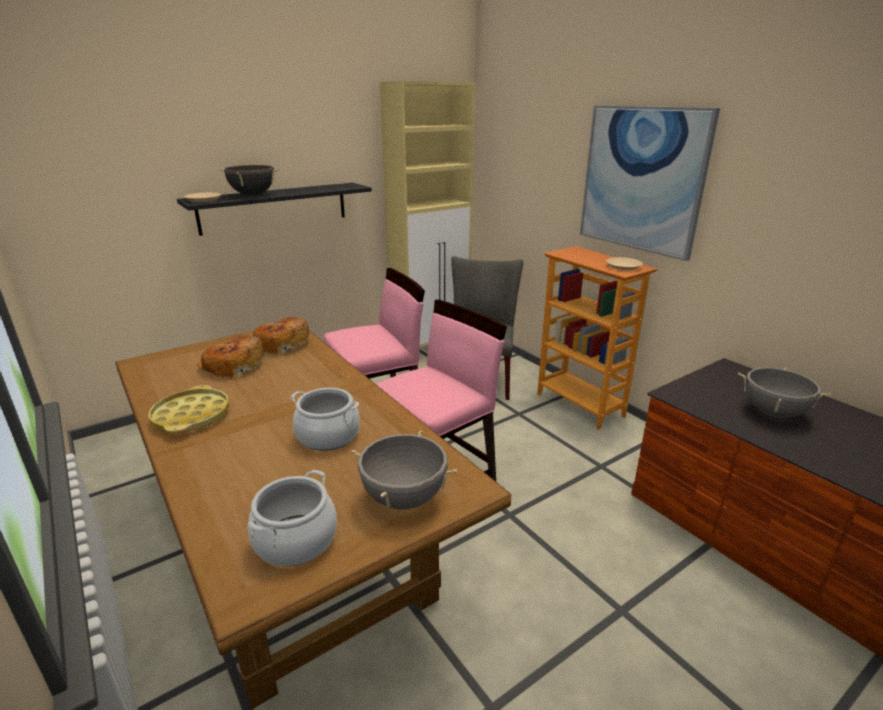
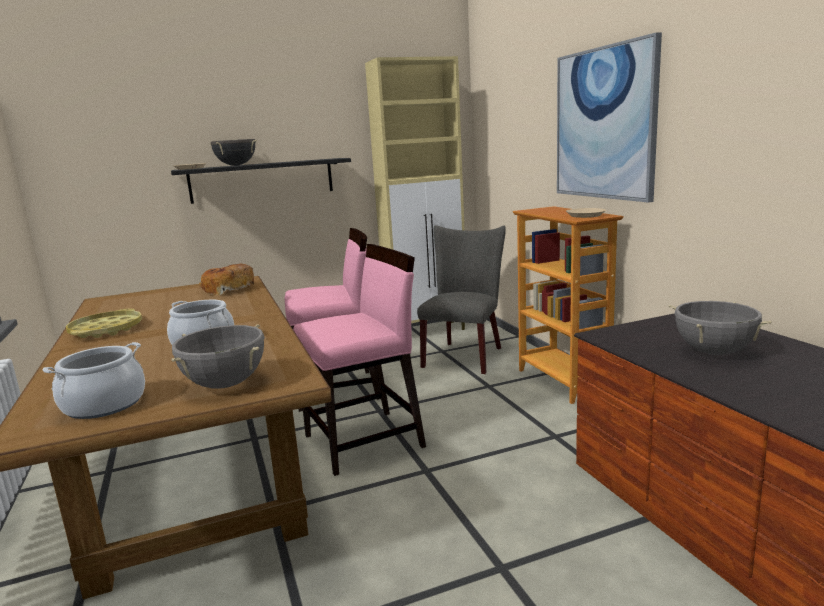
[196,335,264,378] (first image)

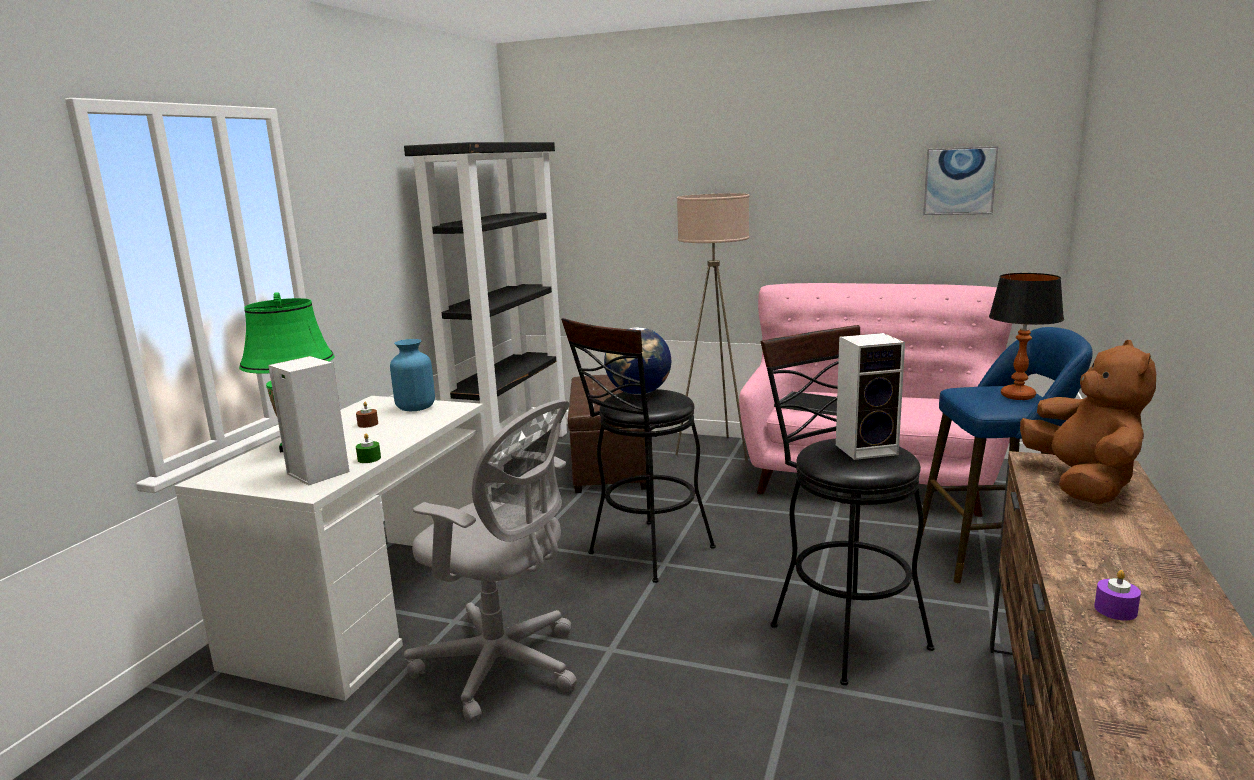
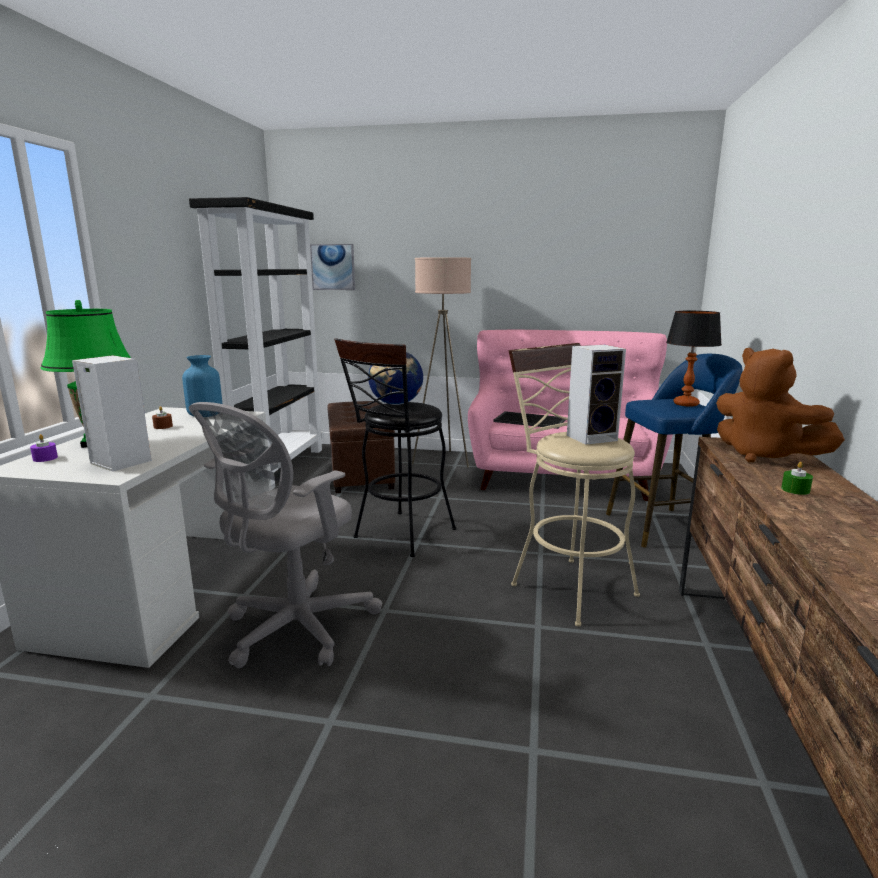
[781,462,813,495]
[310,244,355,290]
[30,434,58,462]
[509,343,640,626]
[189,402,382,668]
[716,348,845,462]

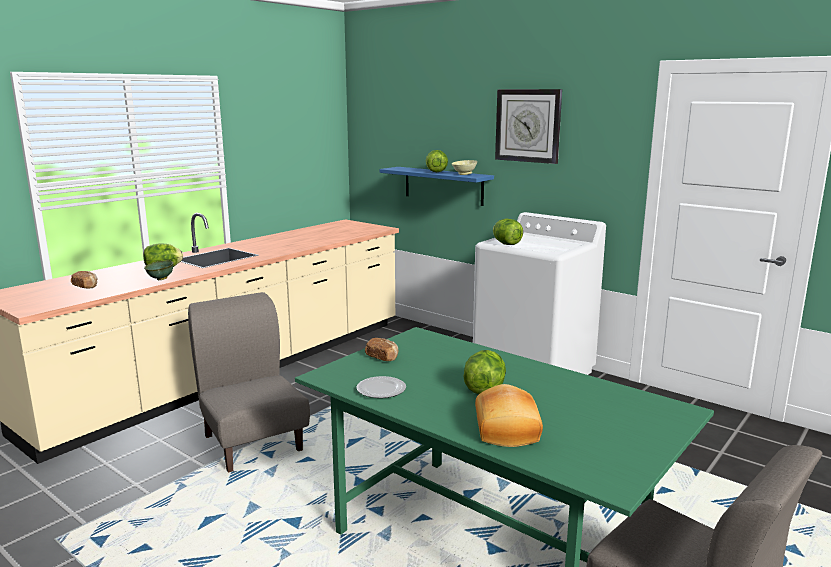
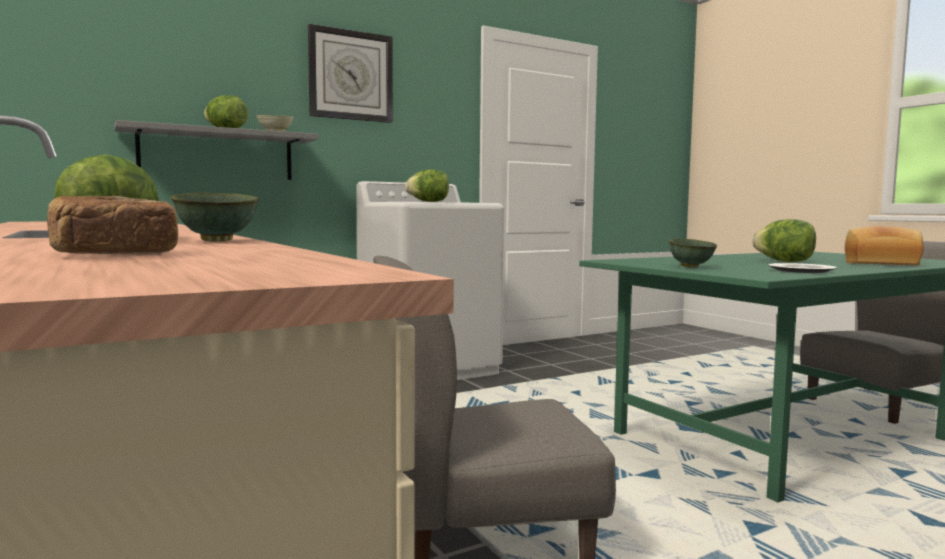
[669,239,717,268]
[114,120,319,180]

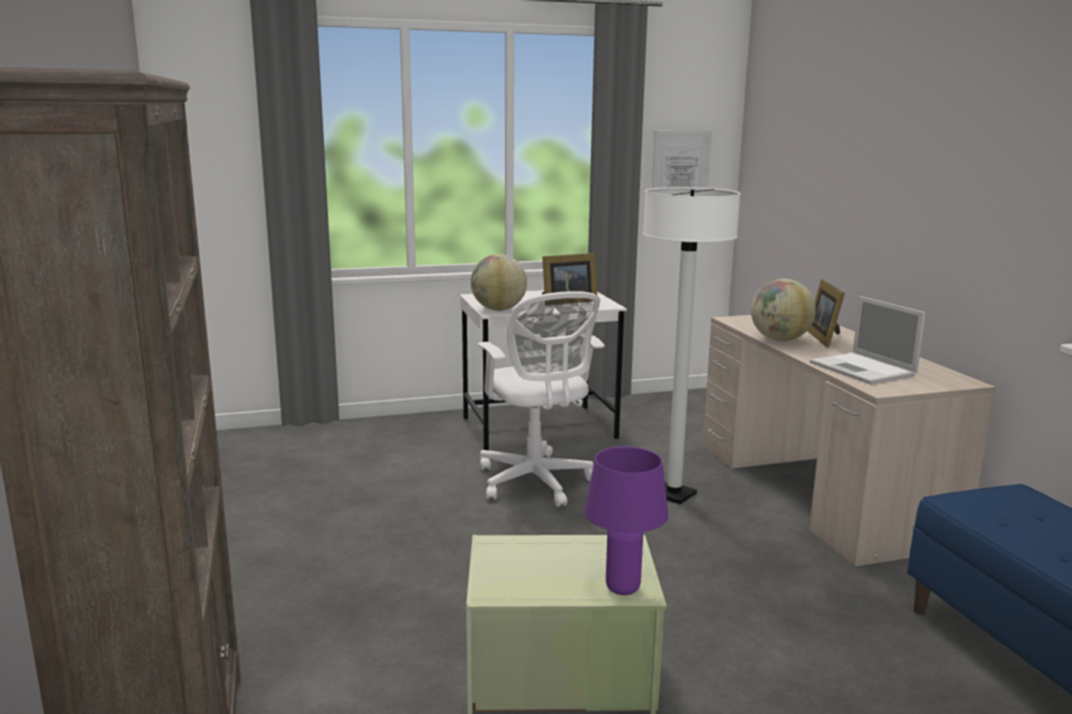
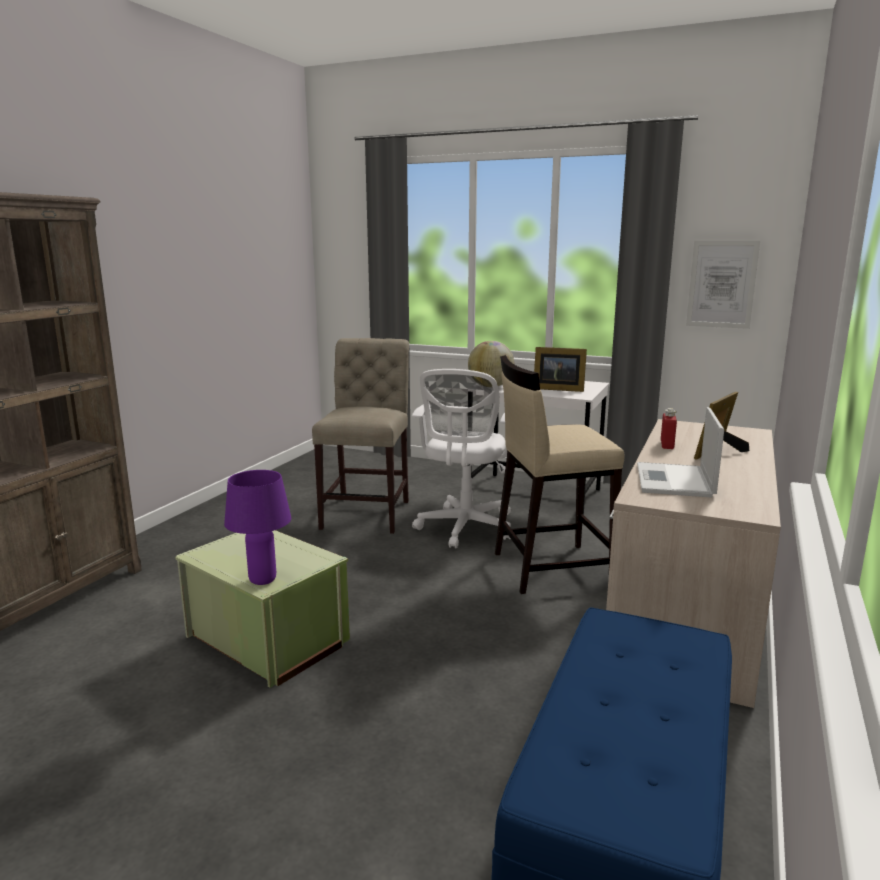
[312,338,409,534]
[495,355,625,594]
[661,408,677,449]

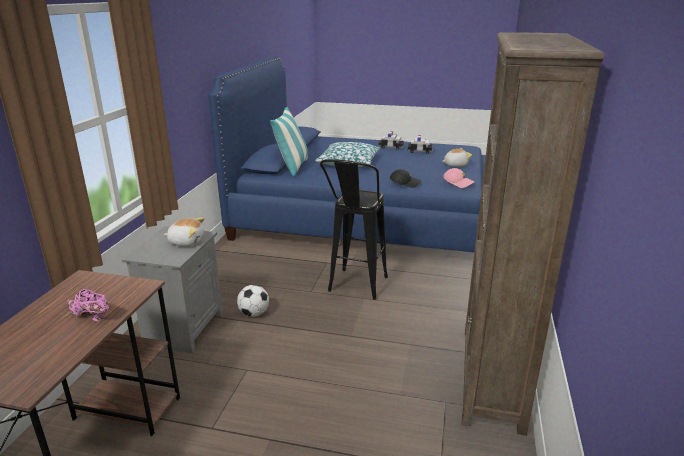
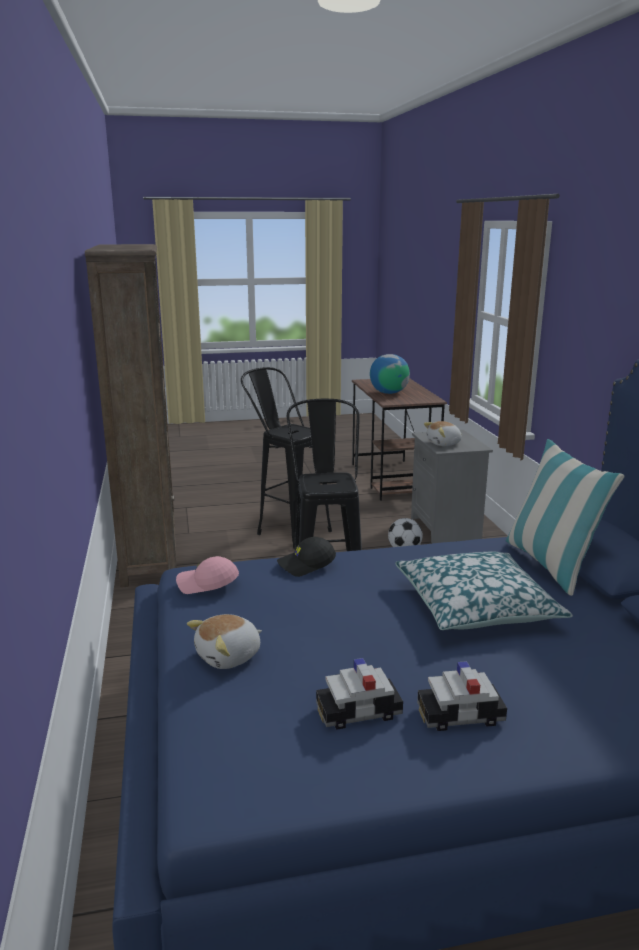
[241,367,332,549]
[370,354,410,394]

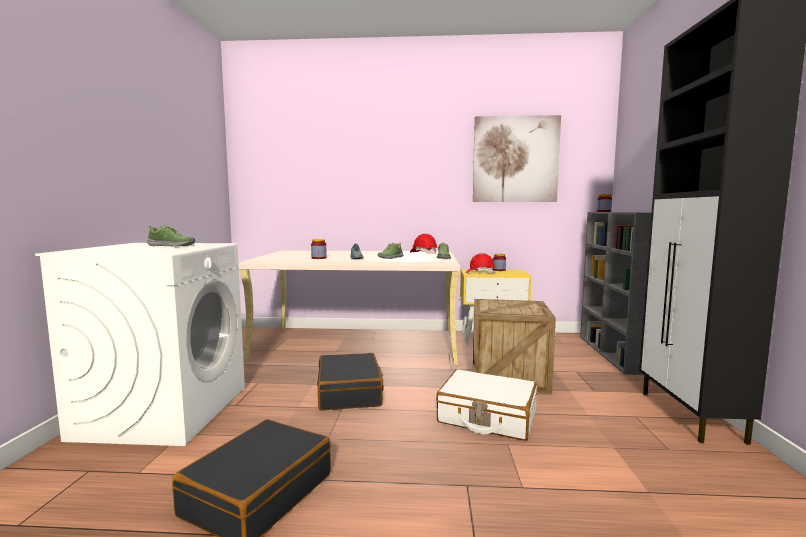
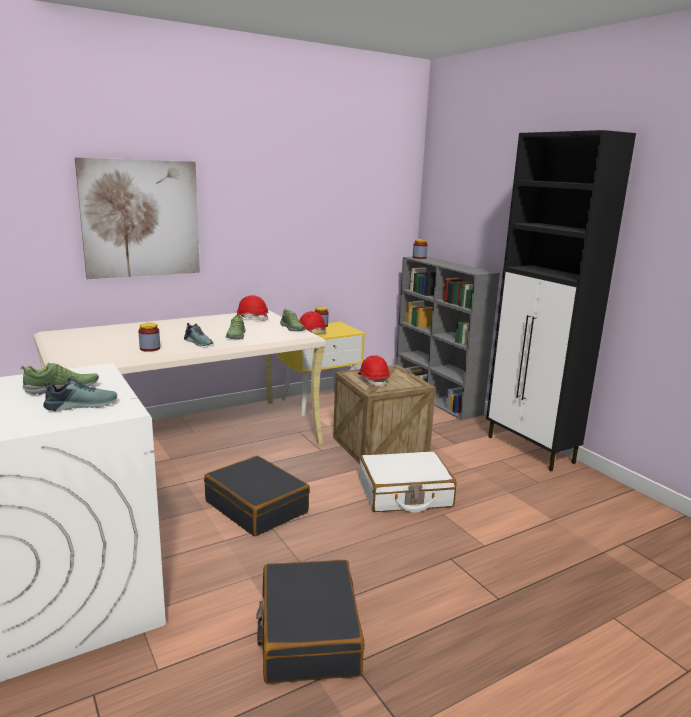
[43,376,117,411]
[358,355,390,387]
[75,158,200,279]

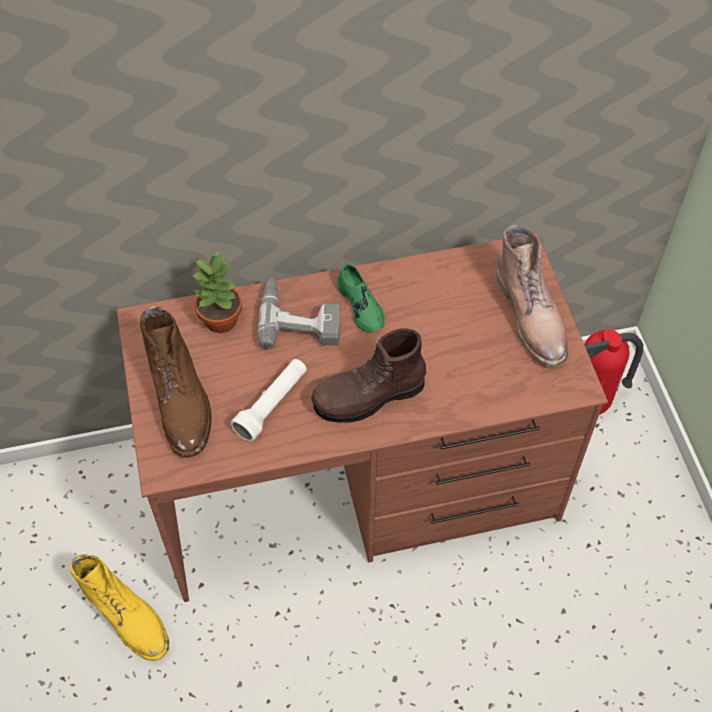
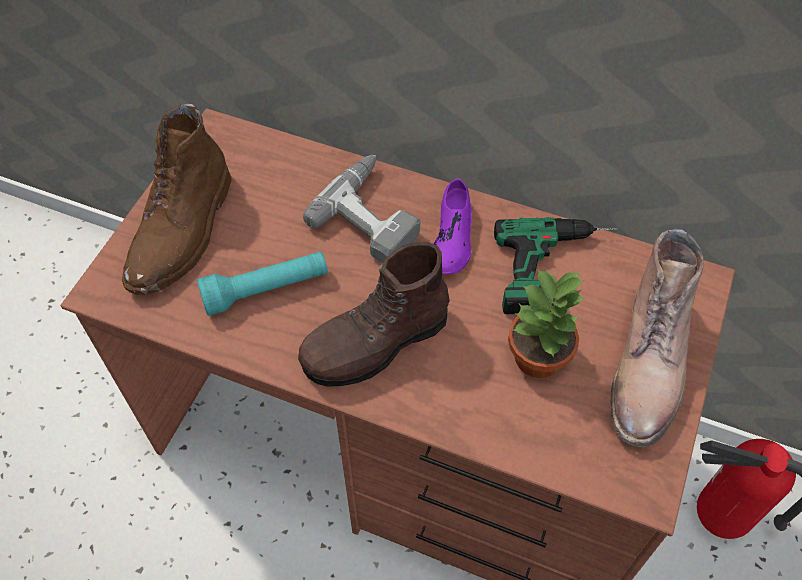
[70,554,169,661] (first image)
[494,217,618,314]
[508,268,586,378]
[197,252,328,316]
[433,178,472,274]
[298,242,450,387]

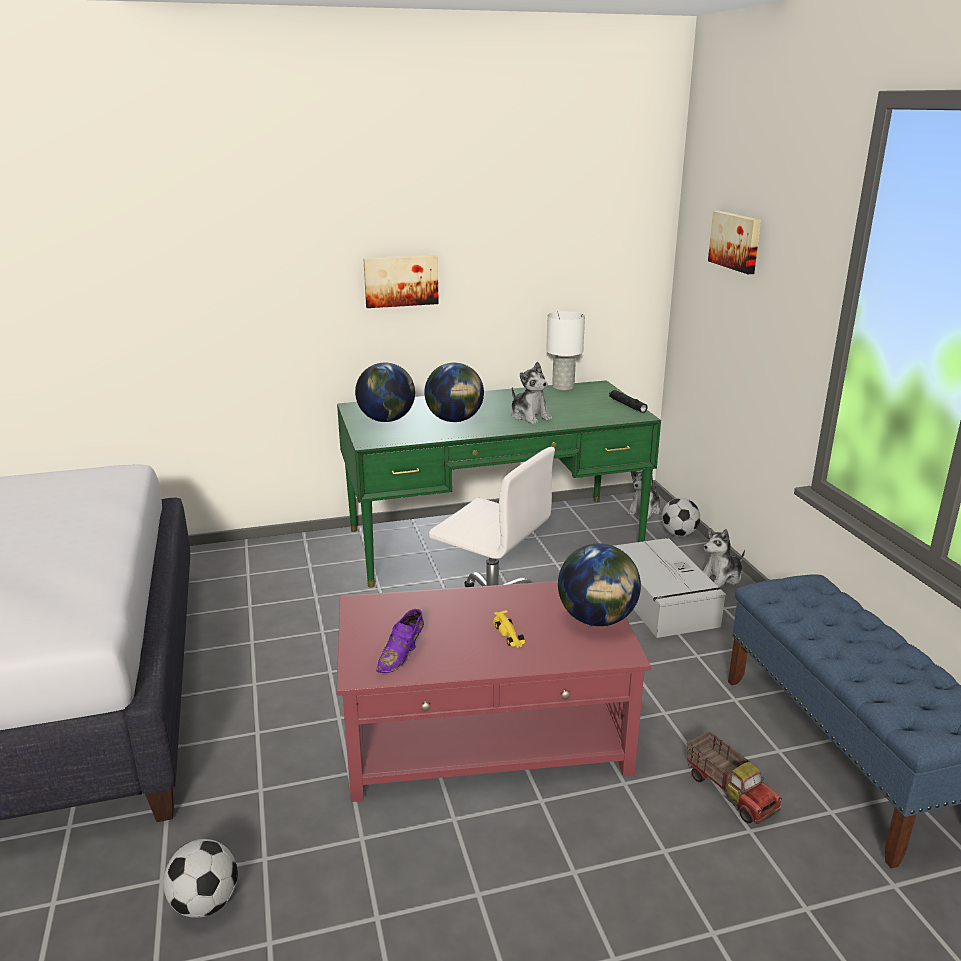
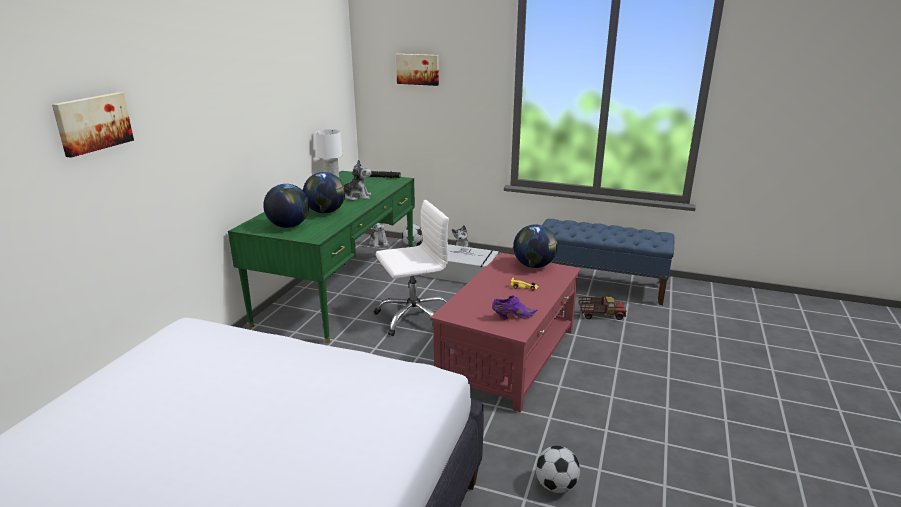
[52,92,134,158]
[492,296,538,320]

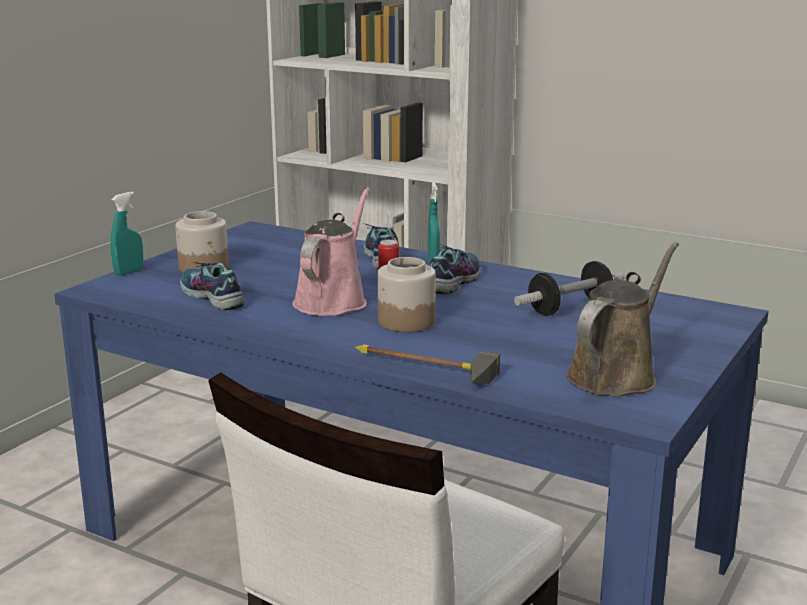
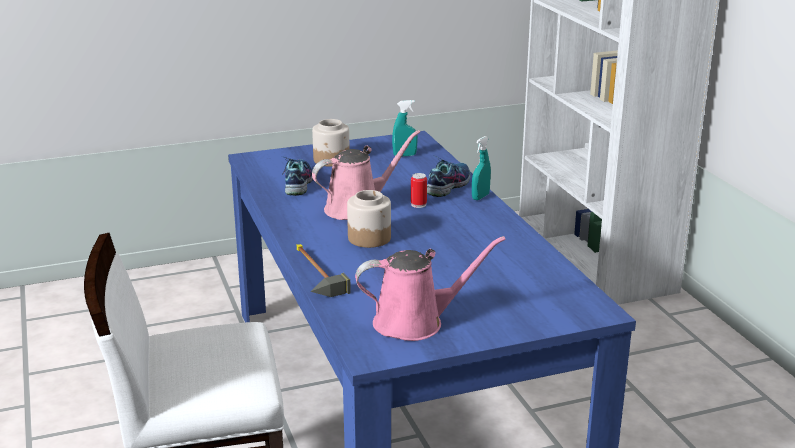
[430,241,481,294] (first image)
[514,261,625,316] (first image)
[392,100,418,157]
[355,236,506,341]

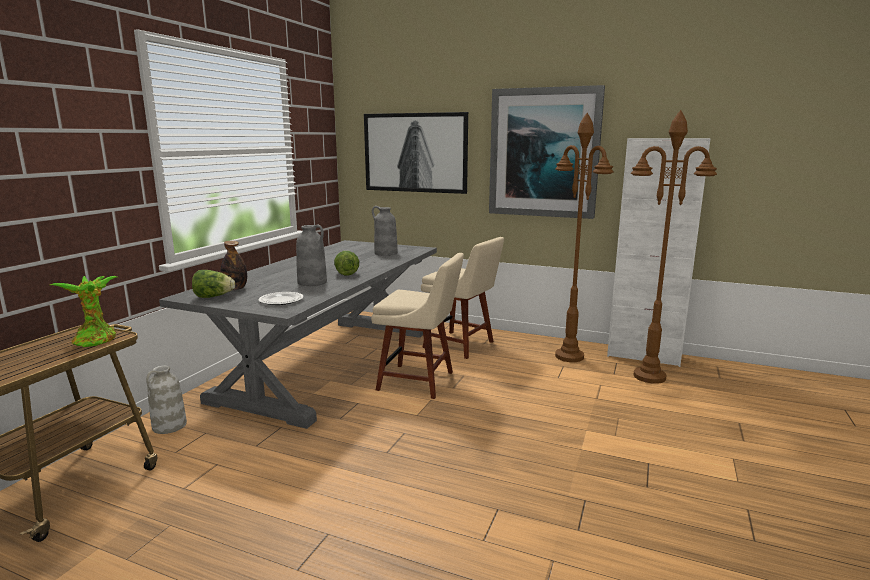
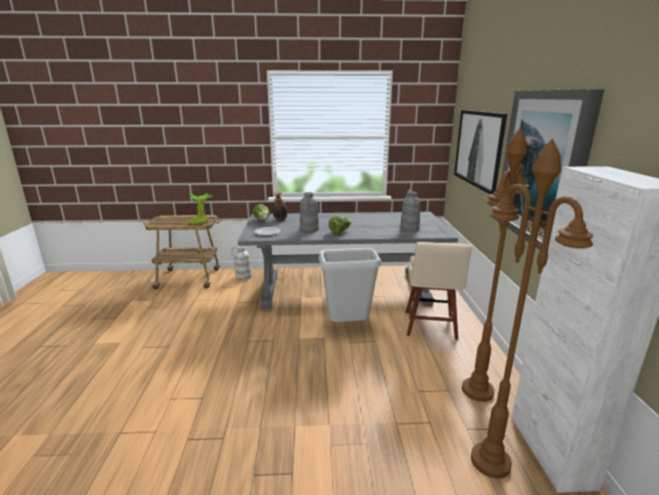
[319,248,381,322]

